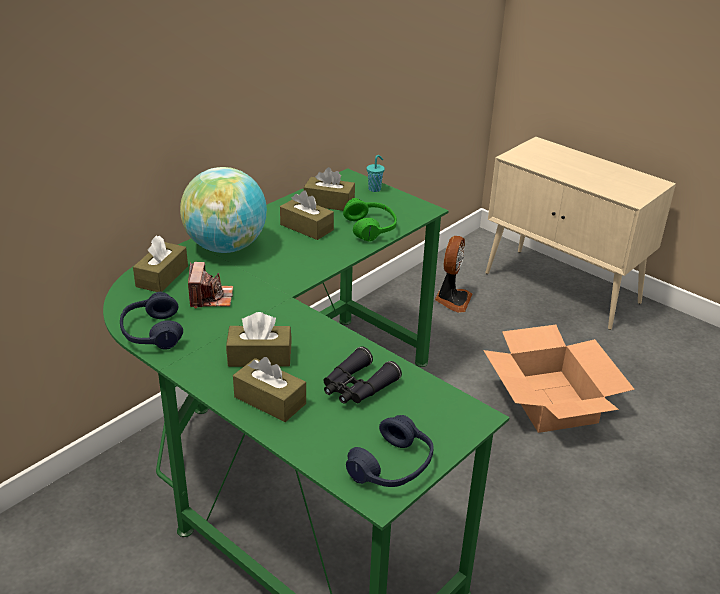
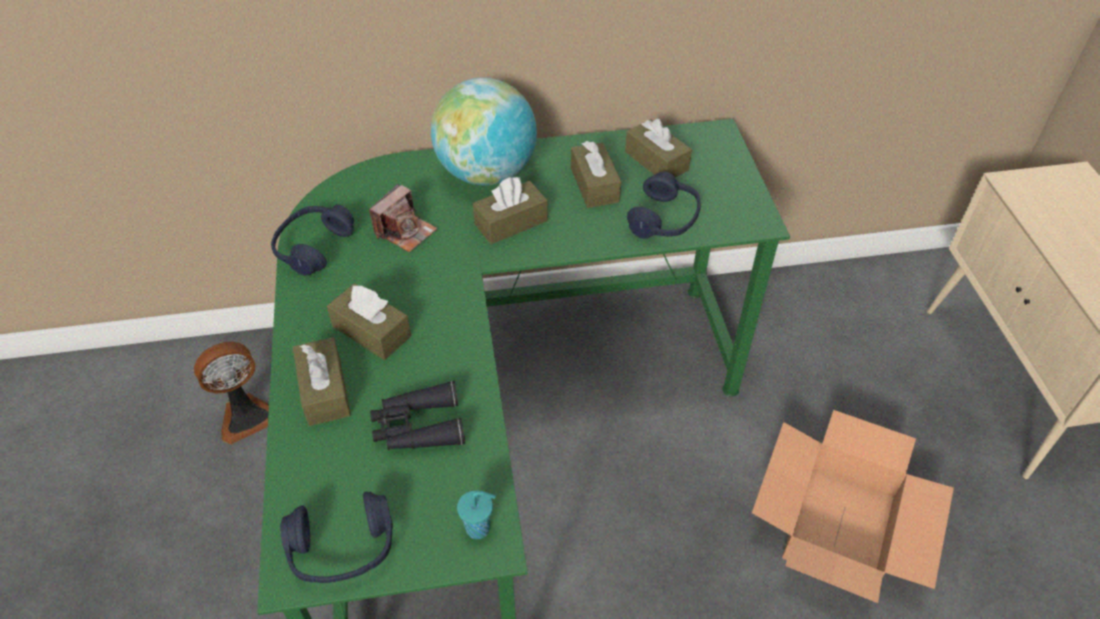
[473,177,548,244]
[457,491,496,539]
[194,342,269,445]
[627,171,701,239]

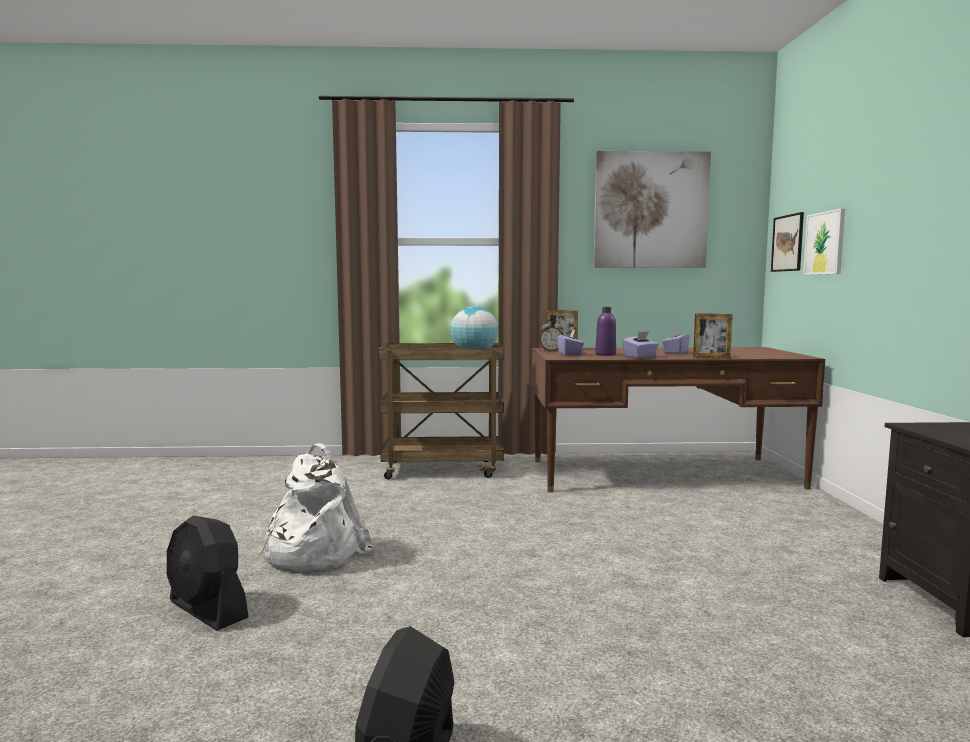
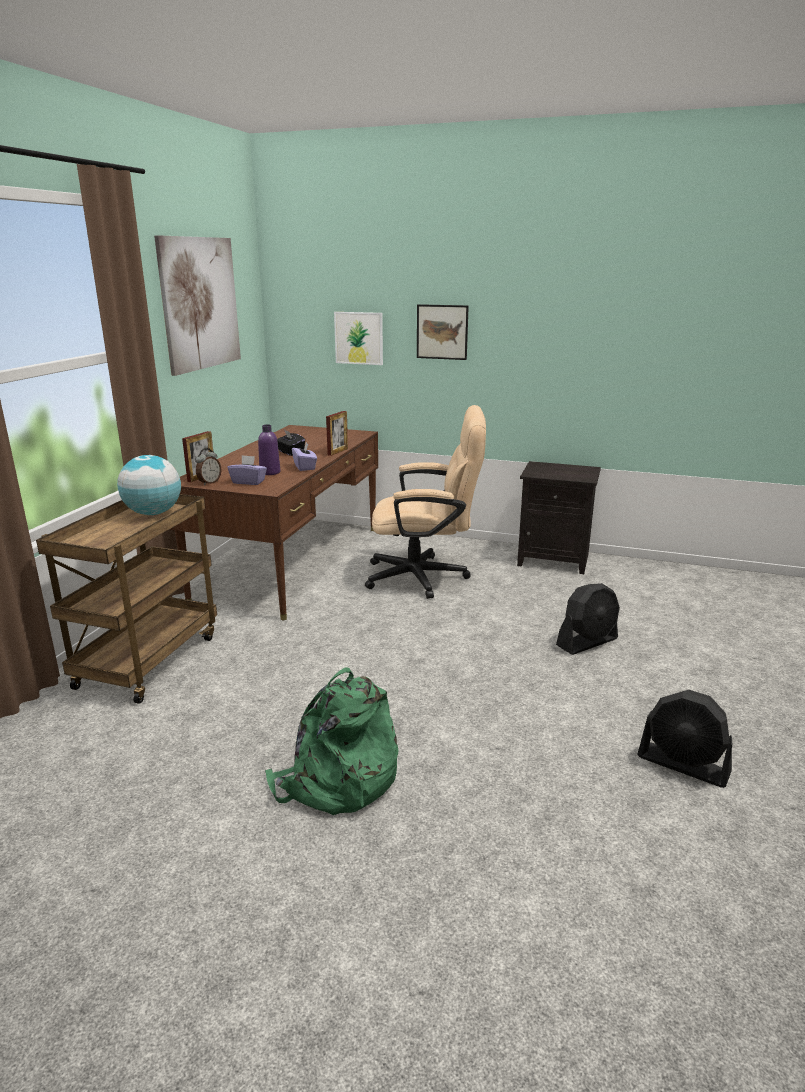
[365,405,486,599]
[556,583,620,655]
[417,304,469,360]
[265,667,398,815]
[277,430,305,456]

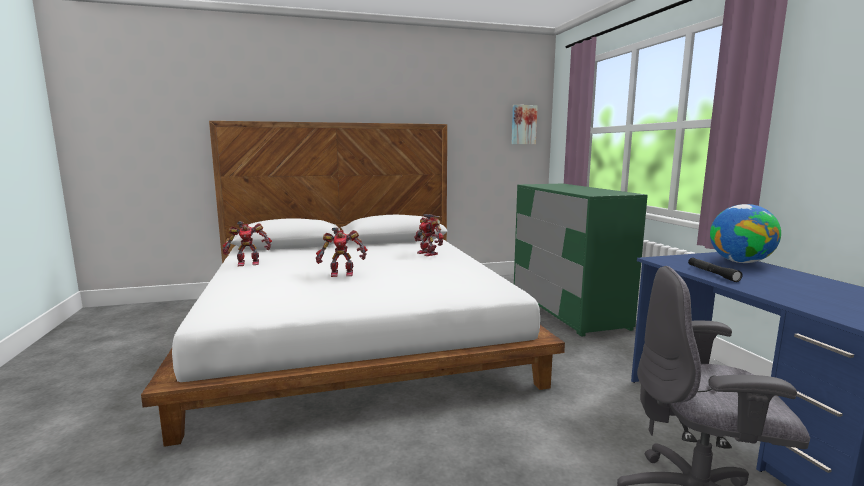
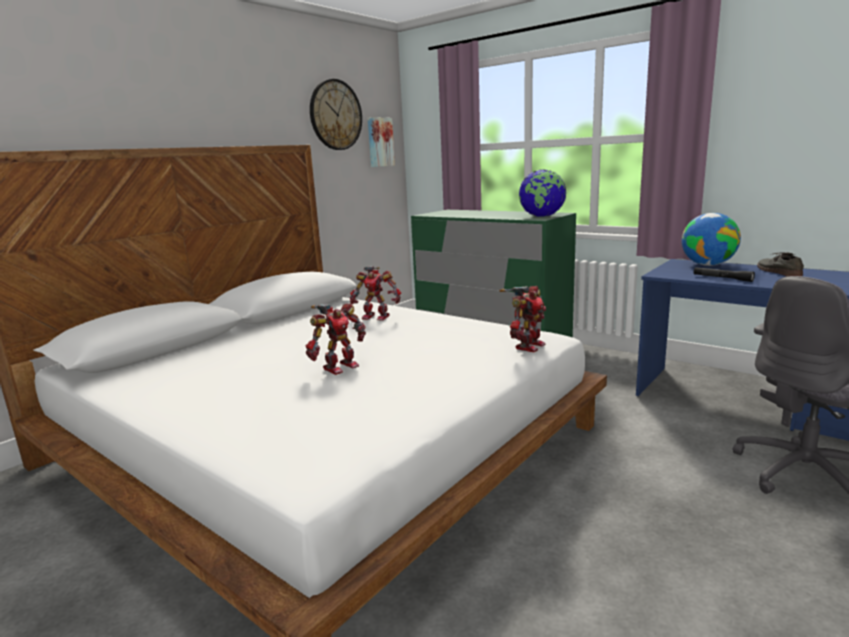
[310,79,362,150]
[519,170,566,217]
[757,252,804,276]
[499,286,546,352]

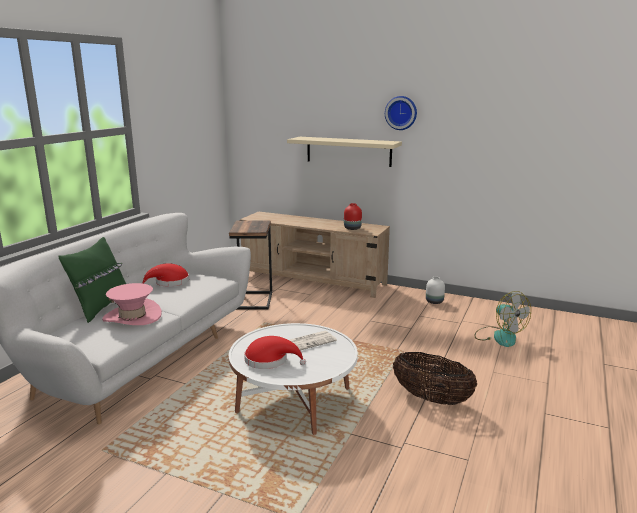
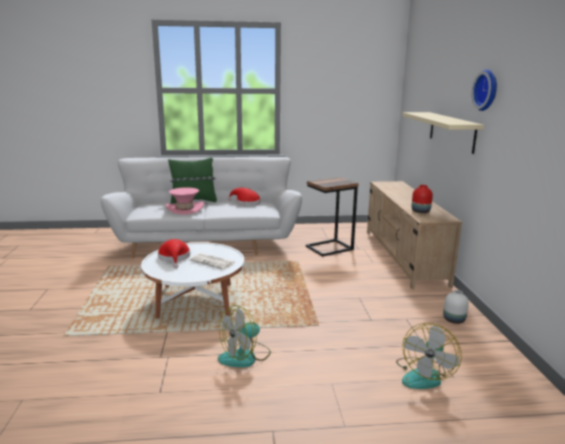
[218,305,271,368]

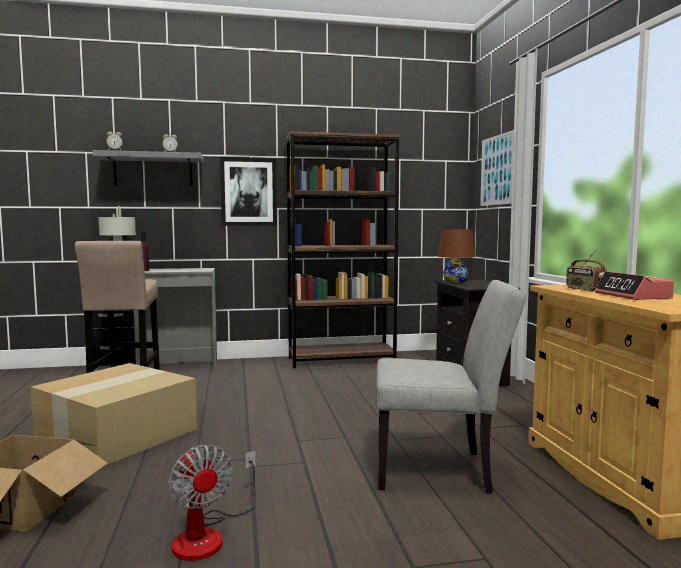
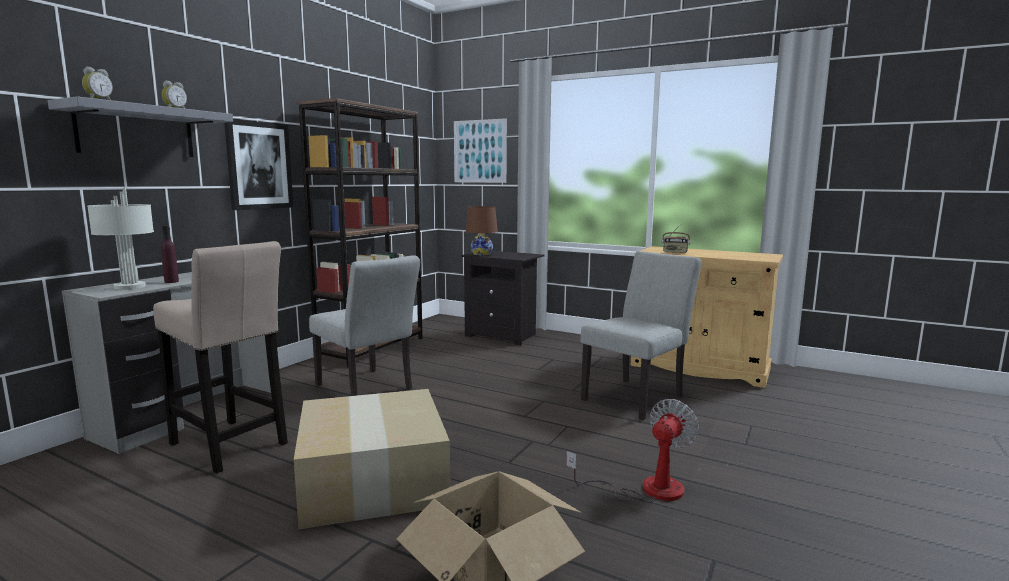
[595,271,674,300] (first image)
[309,255,420,396]
[566,399,699,502]

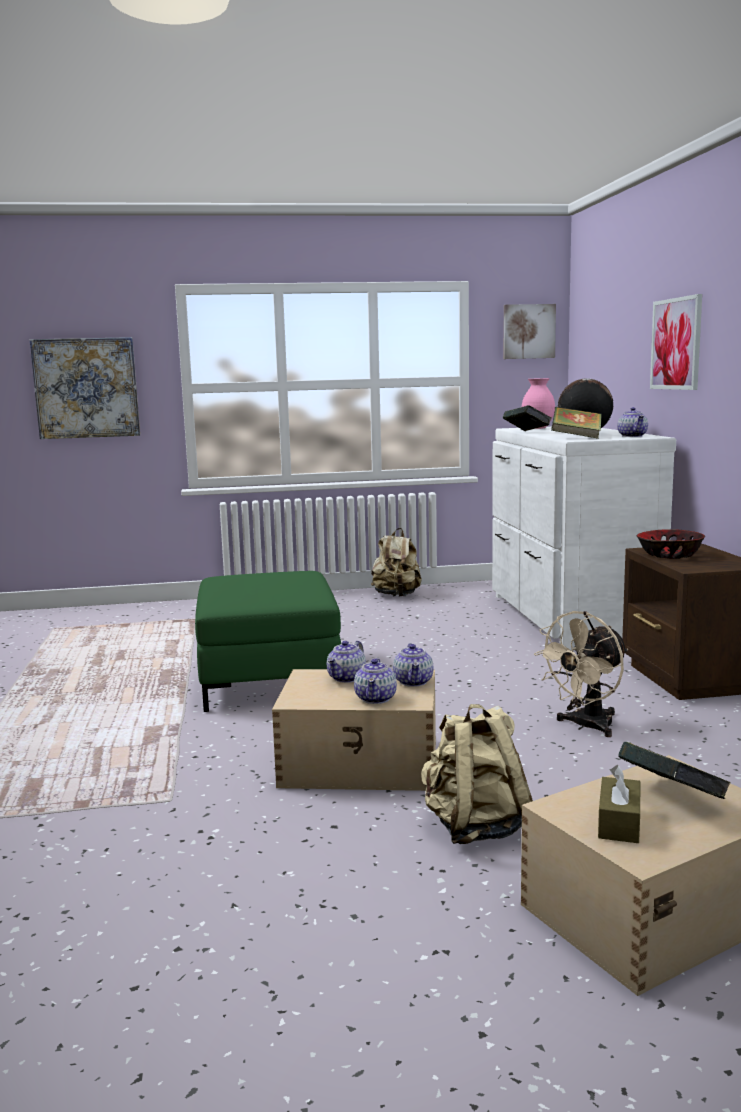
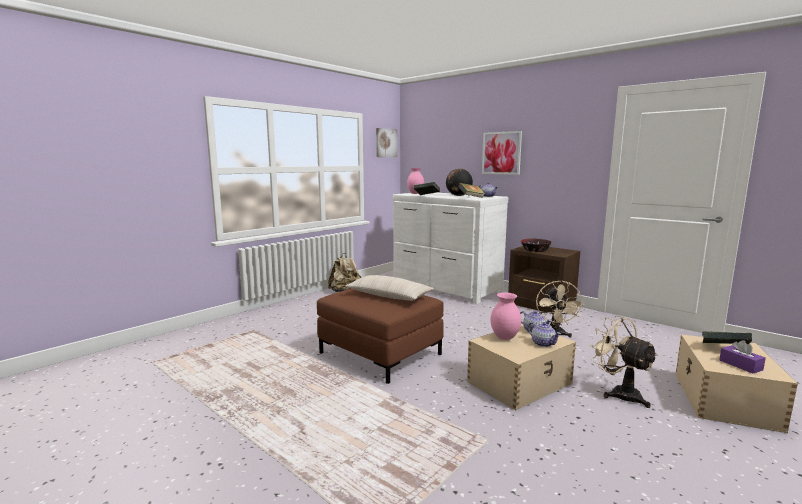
[30,337,140,439] (first image)
[345,275,434,301]
[491,292,521,340]
[590,316,658,408]
[317,288,444,384]
[719,340,766,373]

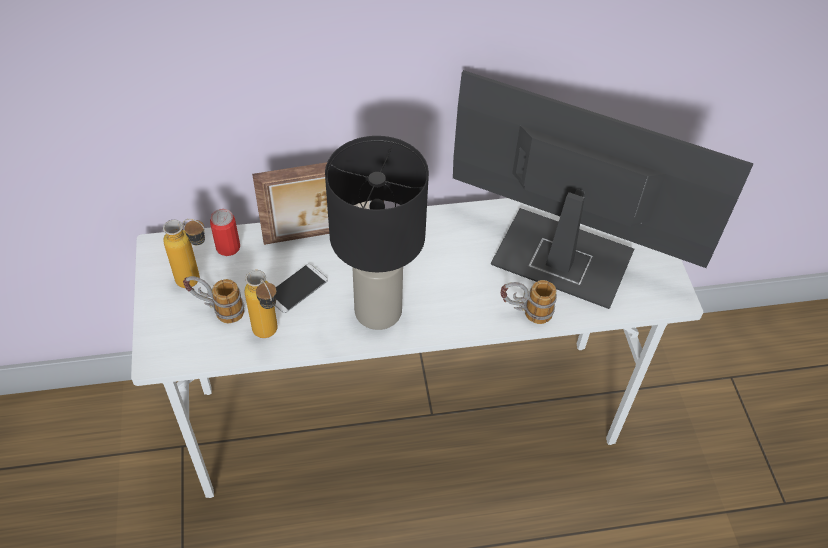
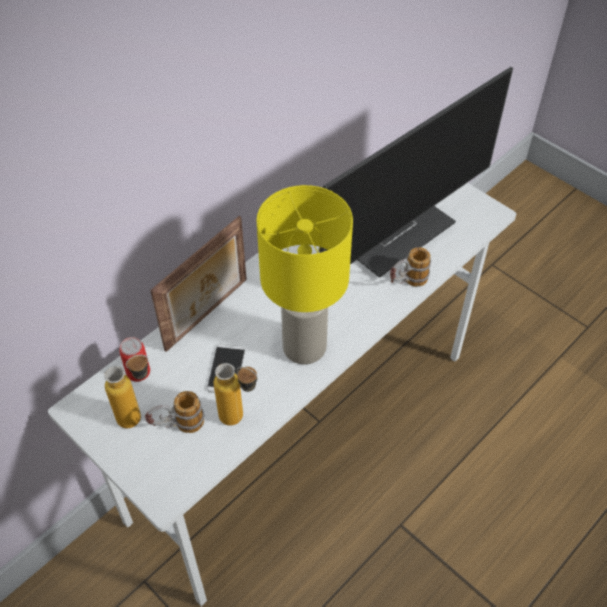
[257,185,353,364]
[319,67,513,278]

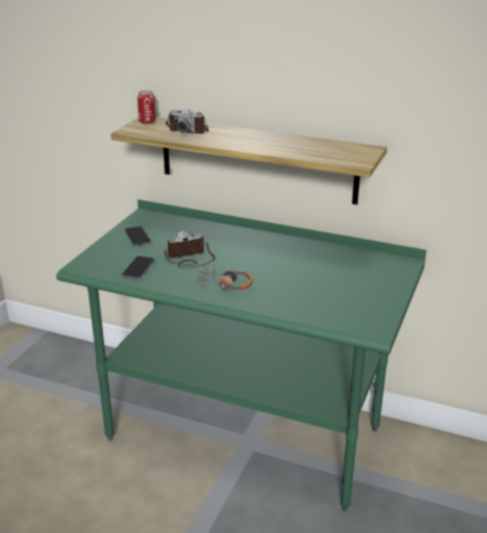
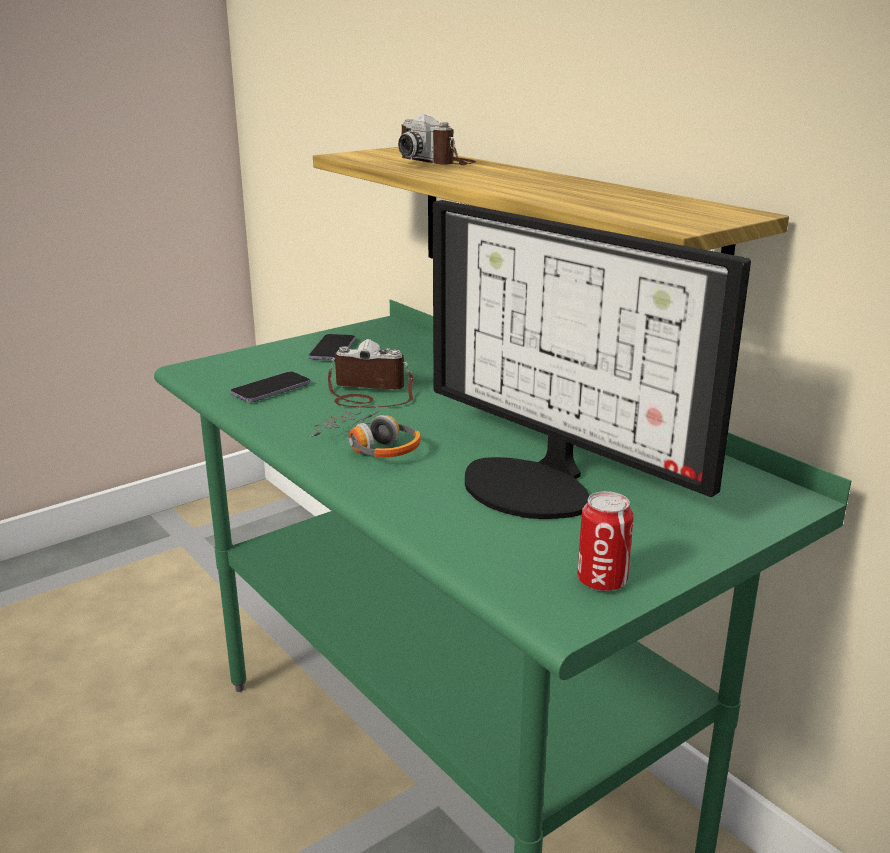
[433,200,751,519]
[577,491,633,591]

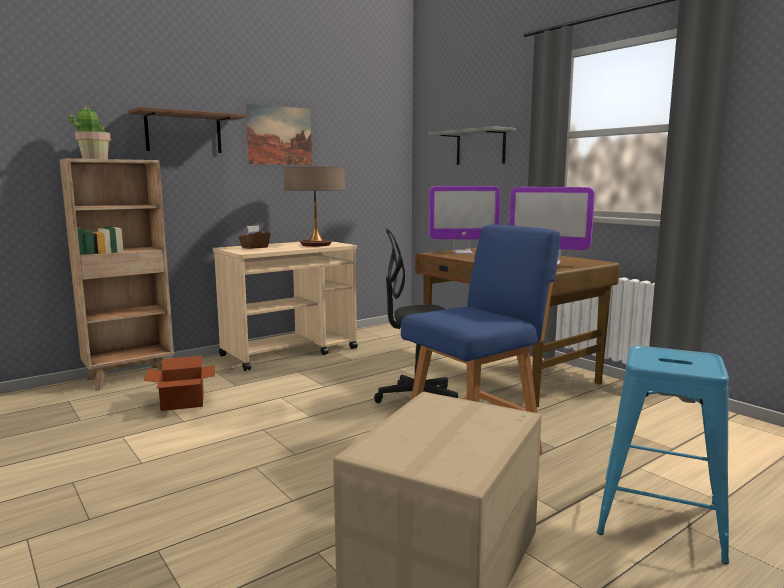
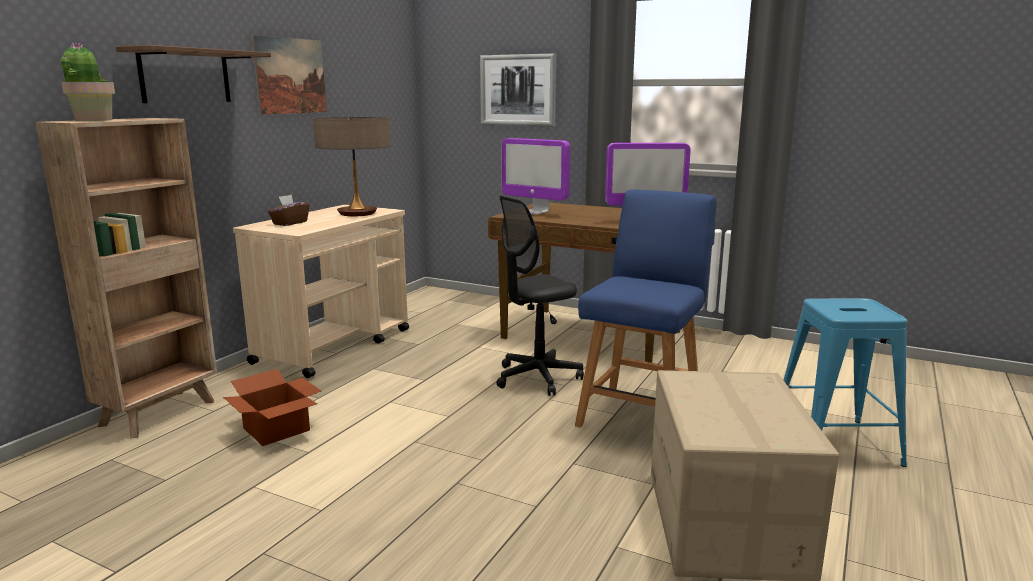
[480,53,556,127]
[502,138,570,215]

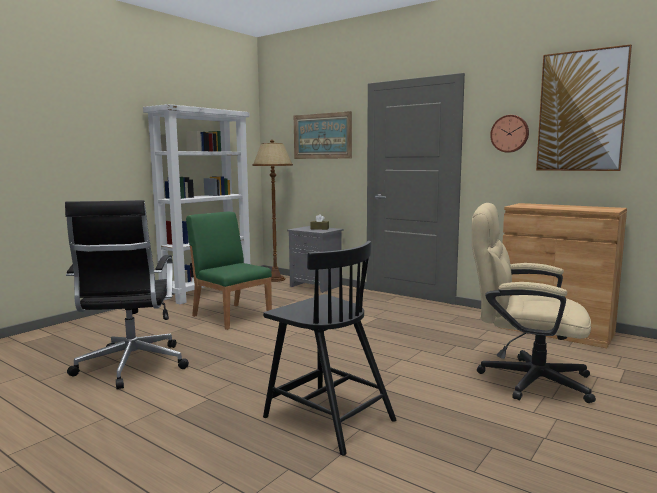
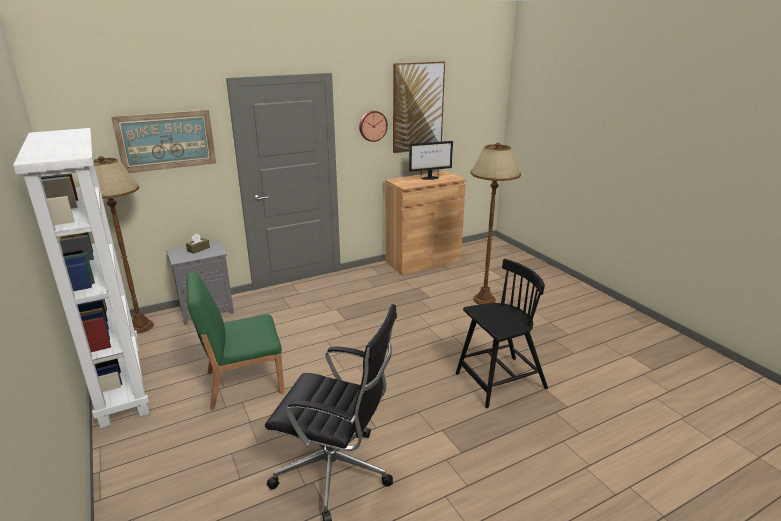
[409,141,453,180]
[471,143,521,305]

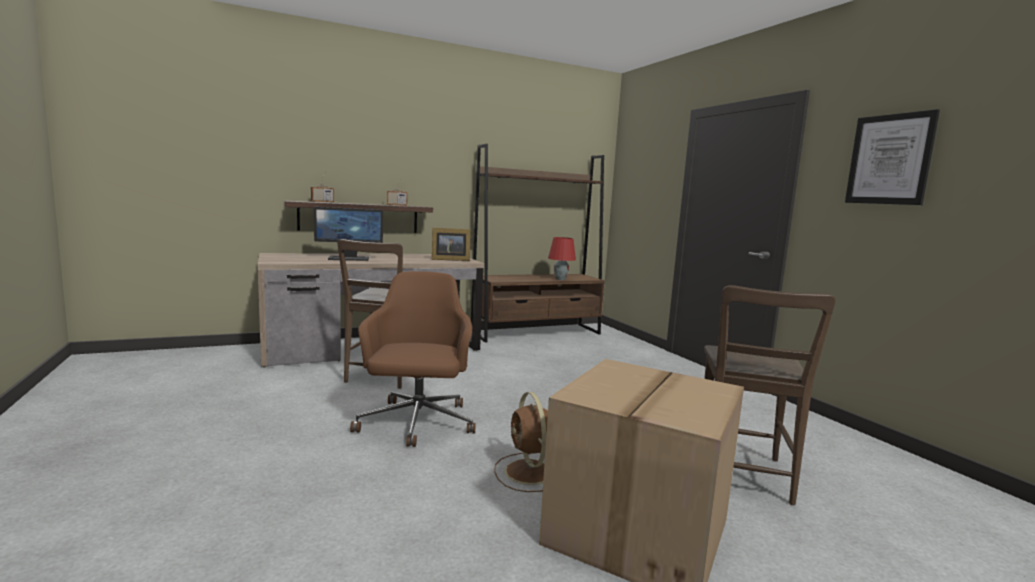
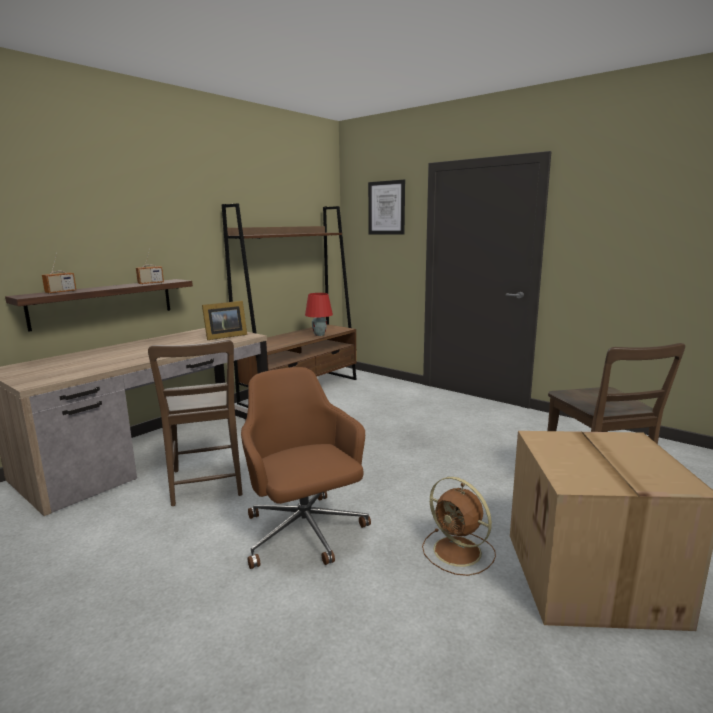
[314,207,383,261] (first image)
[368,180,405,235]

